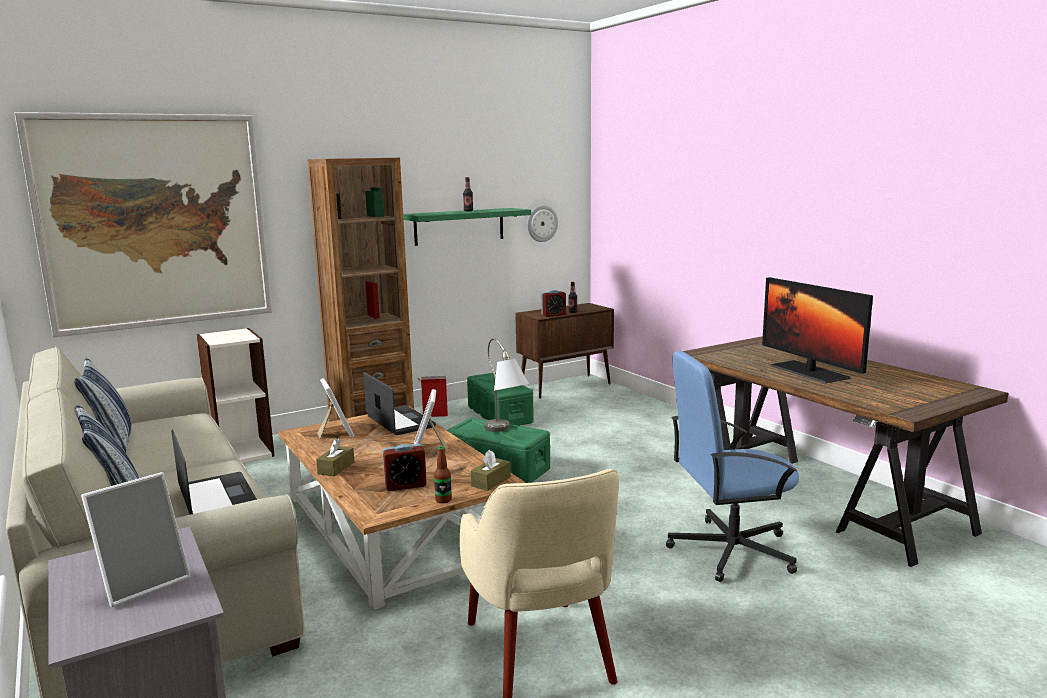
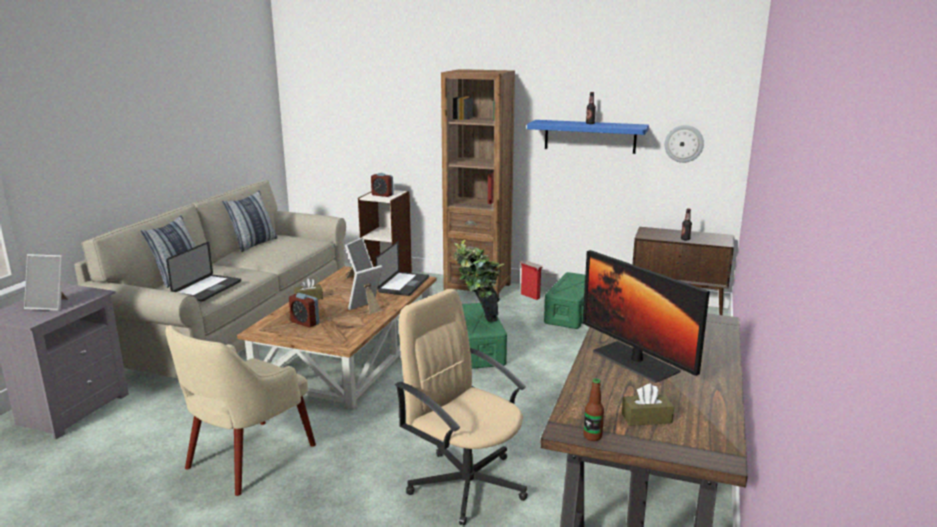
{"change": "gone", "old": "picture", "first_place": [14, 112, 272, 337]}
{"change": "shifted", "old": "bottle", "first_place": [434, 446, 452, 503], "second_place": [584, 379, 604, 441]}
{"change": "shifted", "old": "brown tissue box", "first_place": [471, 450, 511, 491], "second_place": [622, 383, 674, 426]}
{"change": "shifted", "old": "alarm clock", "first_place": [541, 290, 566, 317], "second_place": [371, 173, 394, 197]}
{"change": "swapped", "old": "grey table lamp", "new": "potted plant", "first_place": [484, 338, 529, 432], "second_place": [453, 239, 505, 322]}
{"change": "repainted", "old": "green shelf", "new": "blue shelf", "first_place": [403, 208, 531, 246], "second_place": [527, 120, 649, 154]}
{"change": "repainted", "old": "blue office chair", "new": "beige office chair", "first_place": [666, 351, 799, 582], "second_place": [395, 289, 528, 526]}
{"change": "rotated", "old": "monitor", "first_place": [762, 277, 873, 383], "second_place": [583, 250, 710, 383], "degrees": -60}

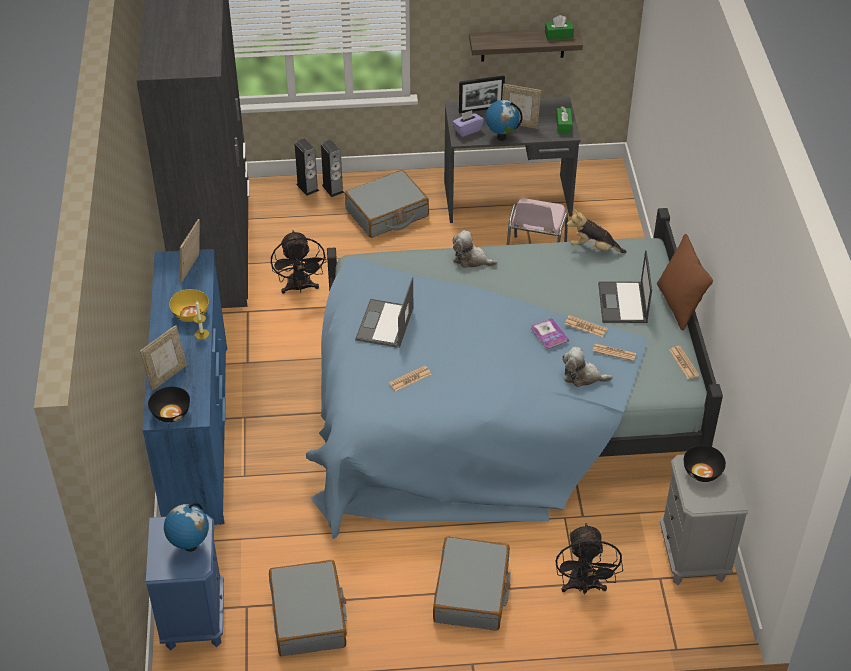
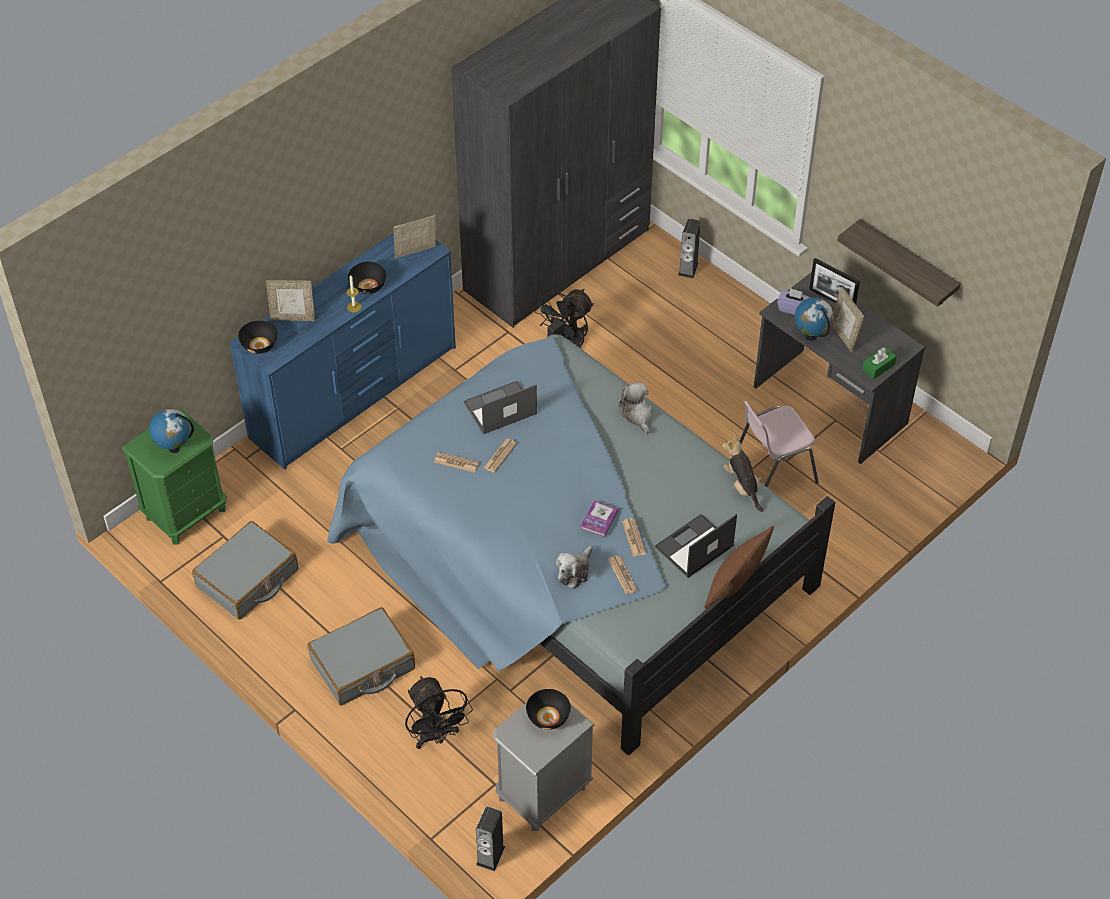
{"change": "gone", "old": "grey suitcase", "first_place": [344, 170, 429, 238]}
{"change": "gone", "old": "green tissue box", "first_place": [545, 15, 574, 40]}
{"change": "shifted", "old": "speaker", "first_place": [321, 140, 344, 197], "second_place": [476, 806, 505, 871]}
{"change": "shifted", "old": "newspaper", "first_place": [669, 346, 699, 379], "second_place": [484, 439, 517, 473]}
{"change": "repainted", "old": "blue nightstand", "new": "green nightstand", "first_place": [146, 514, 224, 650], "second_place": [122, 408, 227, 545]}
{"change": "repainted", "old": "yellow bowl", "new": "black bowl", "first_place": [169, 289, 209, 322], "second_place": [348, 262, 386, 294]}
{"change": "rotated", "old": "black fan", "first_place": [556, 523, 623, 595], "second_place": [405, 676, 473, 749], "degrees": -75}
{"change": "rotated", "old": "plush toy", "first_place": [562, 347, 613, 387], "second_place": [556, 546, 593, 589], "degrees": -120}

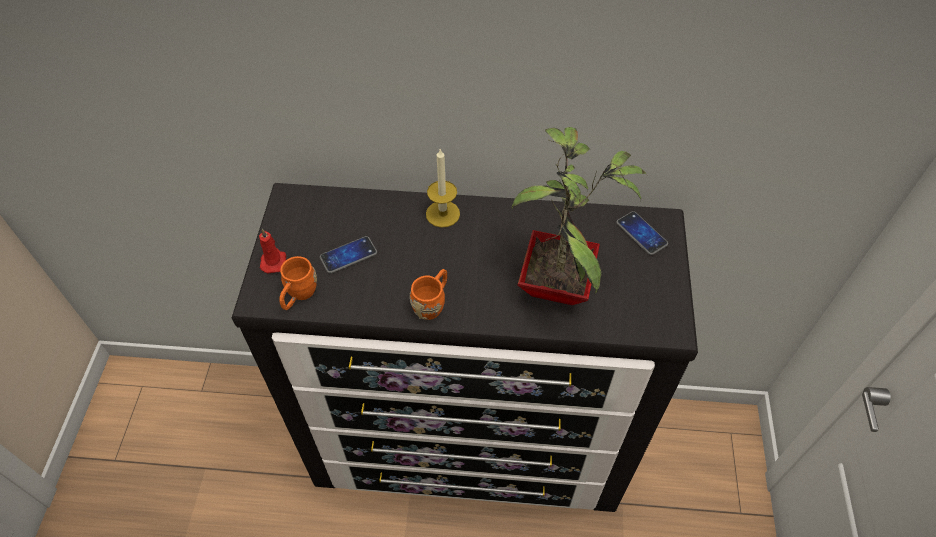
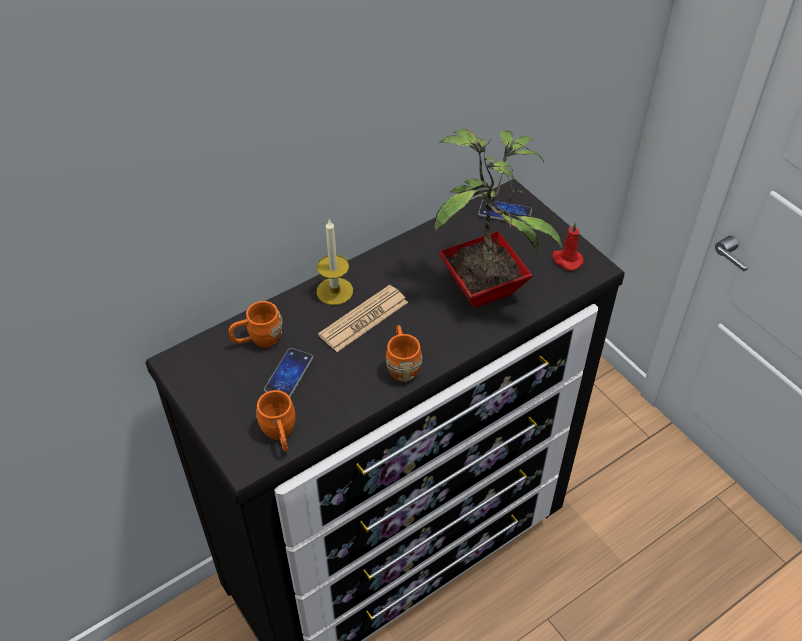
{"change": "new", "new": "orange mug", "second_place": [228, 301, 283, 348]}
{"change": "new", "new": "newspaper", "second_place": [318, 285, 408, 352]}
{"change": "shifted", "old": "red candle", "first_place": [259, 229, 286, 274], "second_place": [552, 222, 583, 270]}

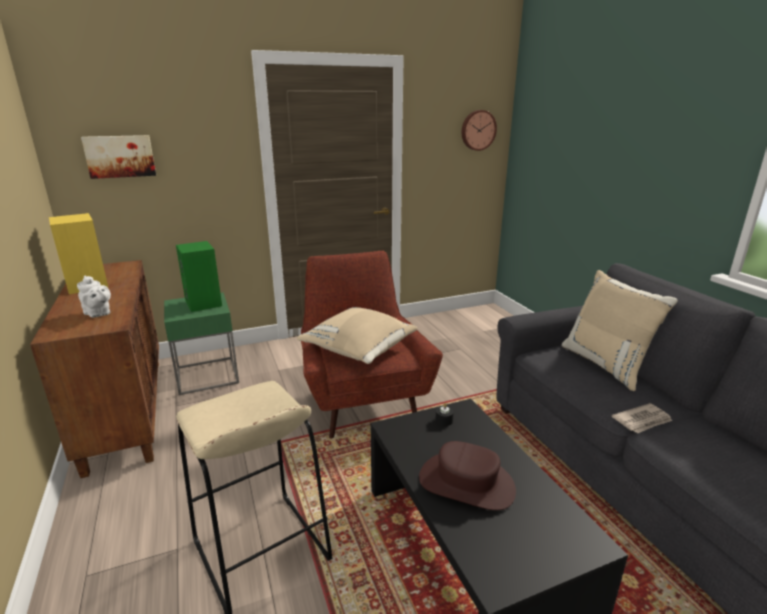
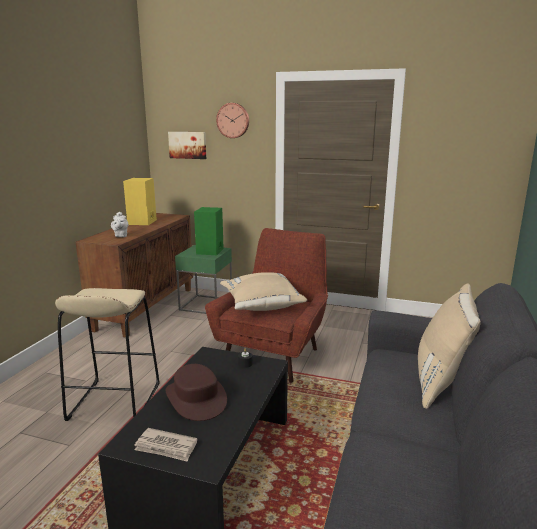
{"change": "shifted", "old": "wall clock", "first_place": [462, 110, 497, 151], "second_place": [216, 103, 249, 138]}
{"change": "shifted", "old": "newspaper", "first_place": [612, 403, 672, 433], "second_place": [134, 428, 198, 462]}

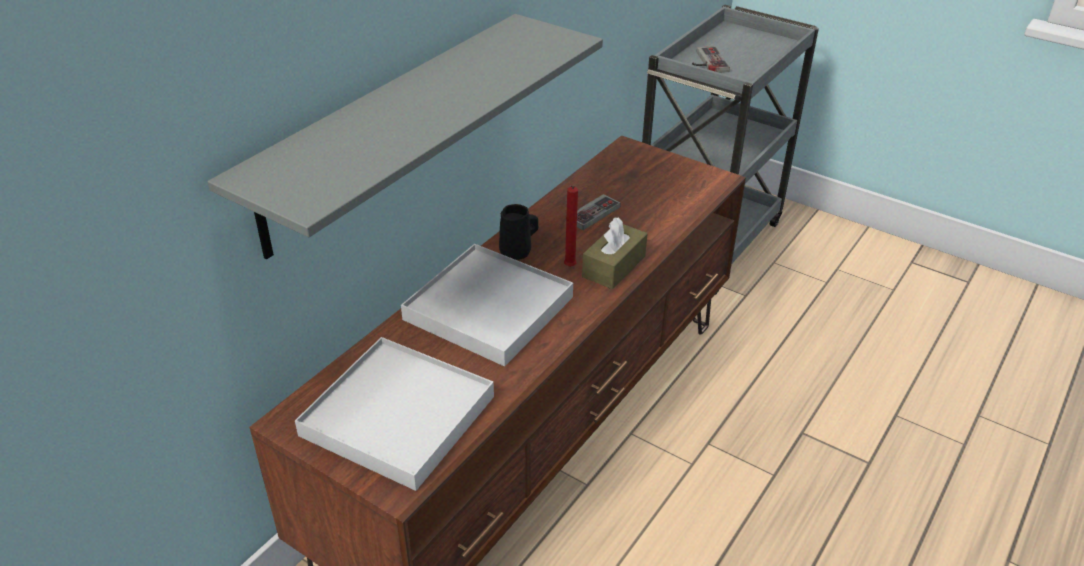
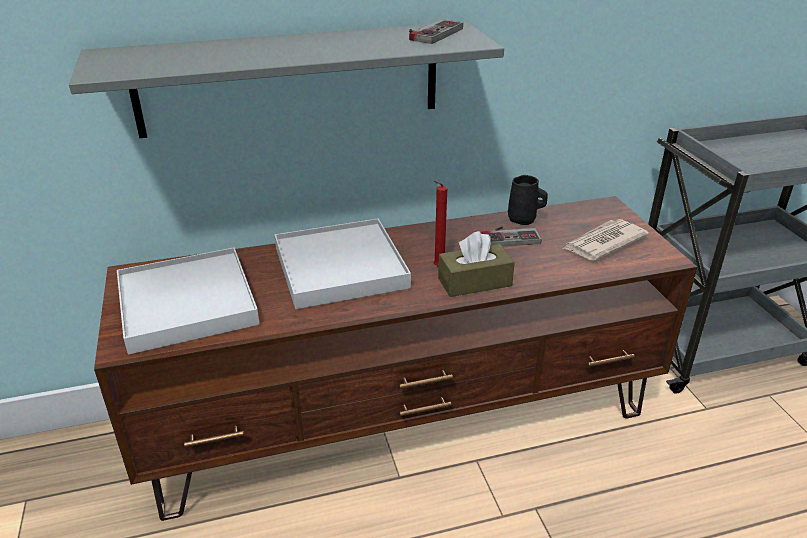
{"change": "new", "new": "newspaper", "second_place": [562, 219, 649, 261]}
{"change": "shifted", "old": "black mug", "first_place": [499, 204, 538, 260], "second_place": [508, 175, 548, 225]}
{"change": "shifted", "old": "game controller", "first_place": [692, 46, 730, 73], "second_place": [409, 19, 463, 44]}

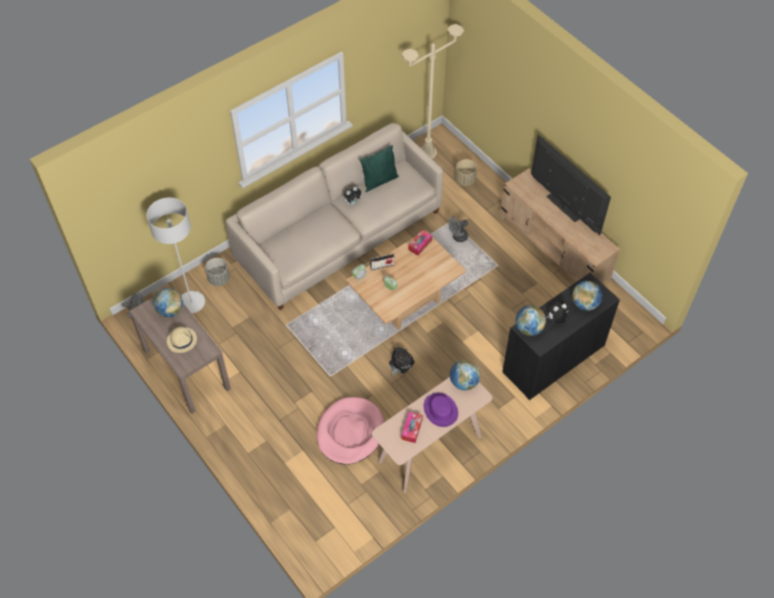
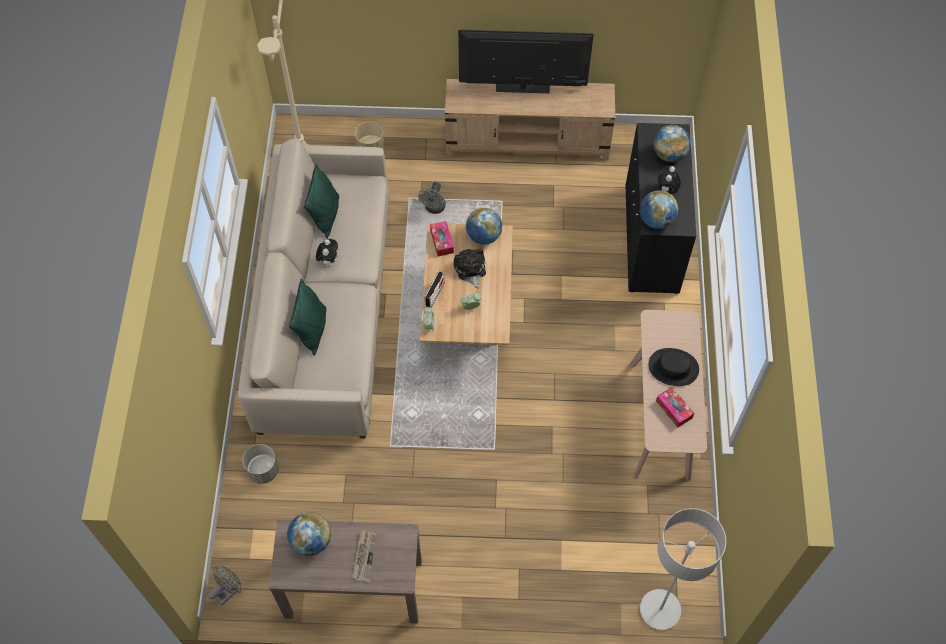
{"change": "gone", "old": "pink dog bed", "first_place": [317, 397, 384, 465]}
{"change": "new", "new": "green pillow", "second_place": [289, 278, 326, 356]}
{"change": "shifted", "old": "grey floor lamp", "first_place": [146, 198, 205, 313], "second_place": [640, 508, 726, 630]}
{"change": "shifted", "old": "plush toy", "first_place": [389, 347, 415, 377], "second_place": [454, 249, 486, 288]}
{"change": "shifted", "old": "globe", "first_place": [450, 359, 481, 390], "second_place": [466, 208, 502, 245]}
{"change": "swapped", "old": "beige hat", "new": "newspaper", "first_place": [167, 327, 197, 353], "second_place": [352, 530, 376, 582]}
{"change": "repainted", "old": "purple hat", "new": "black hat", "first_place": [424, 393, 458, 427], "second_place": [648, 348, 699, 386]}

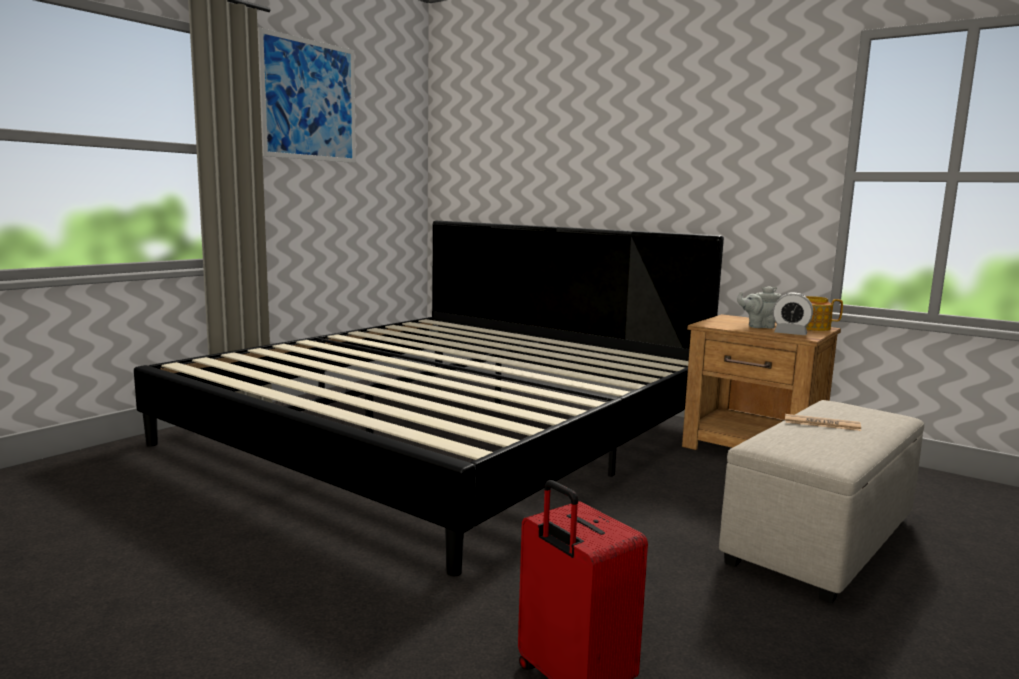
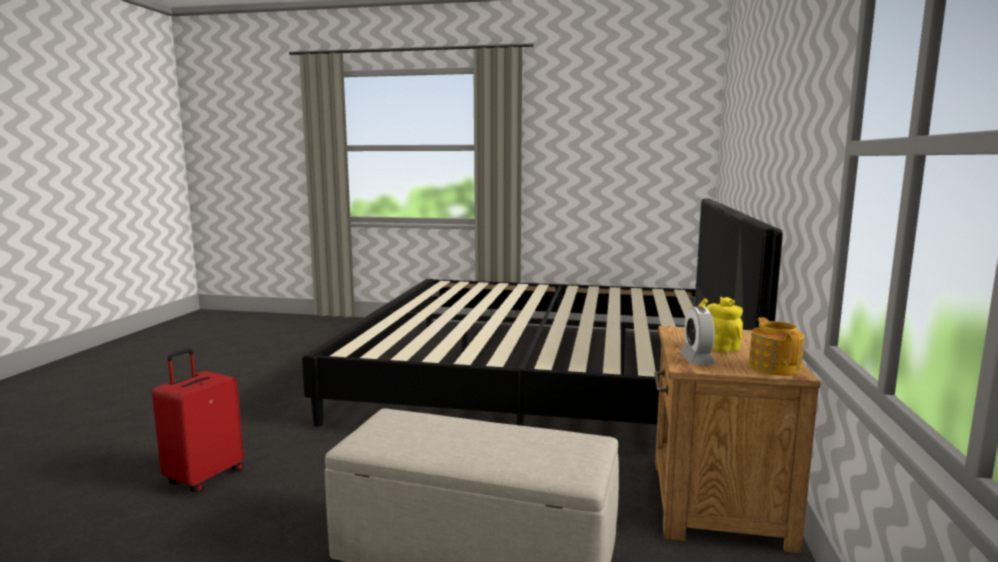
{"change": "gone", "old": "picture", "first_place": [257, 28, 356, 163]}
{"change": "gone", "old": "newspaper", "first_place": [785, 414, 861, 431]}
{"change": "repainted", "old": "grey teapot", "new": "yellow teapot", "first_place": [737, 286, 781, 329], "second_place": [698, 297, 743, 352]}

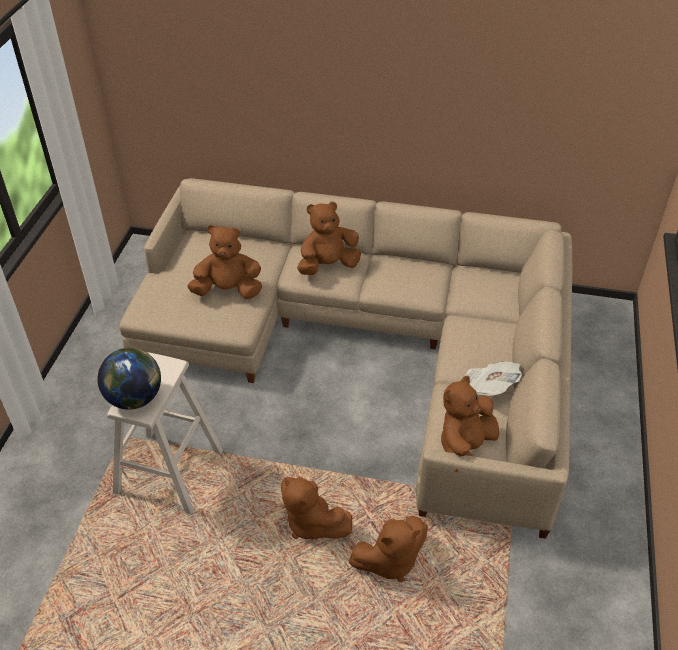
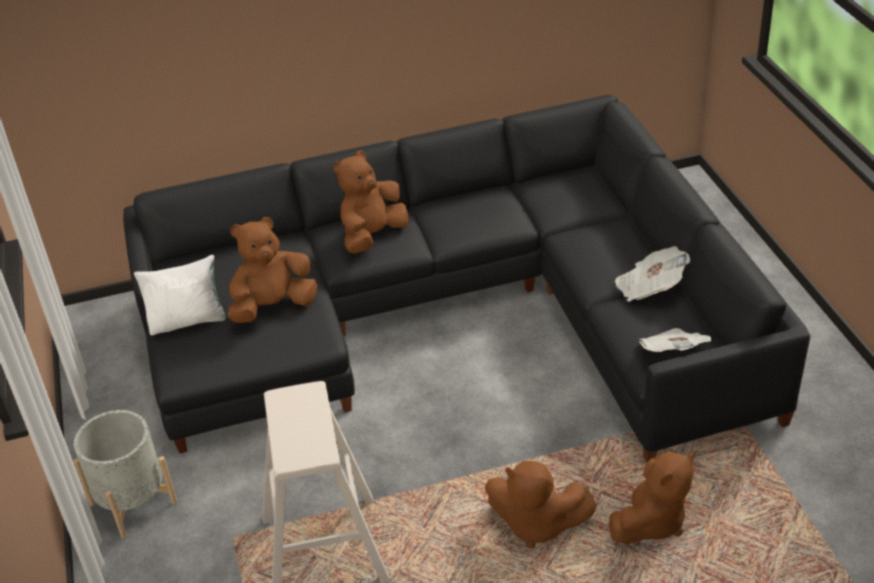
{"change": "gone", "old": "globe", "first_place": [97, 348, 161, 410]}
{"change": "new", "new": "grey planter", "second_place": [73, 410, 178, 539]}
{"change": "new", "new": "white pillow", "second_place": [134, 255, 227, 335]}
{"change": "swapped", "old": "brown plush toy", "new": "newspaper", "first_place": [441, 376, 499, 472], "second_place": [639, 328, 711, 352]}
{"change": "repainted", "old": "beige sofa", "new": "black sofa", "first_place": [119, 178, 572, 539], "second_place": [123, 95, 810, 462]}

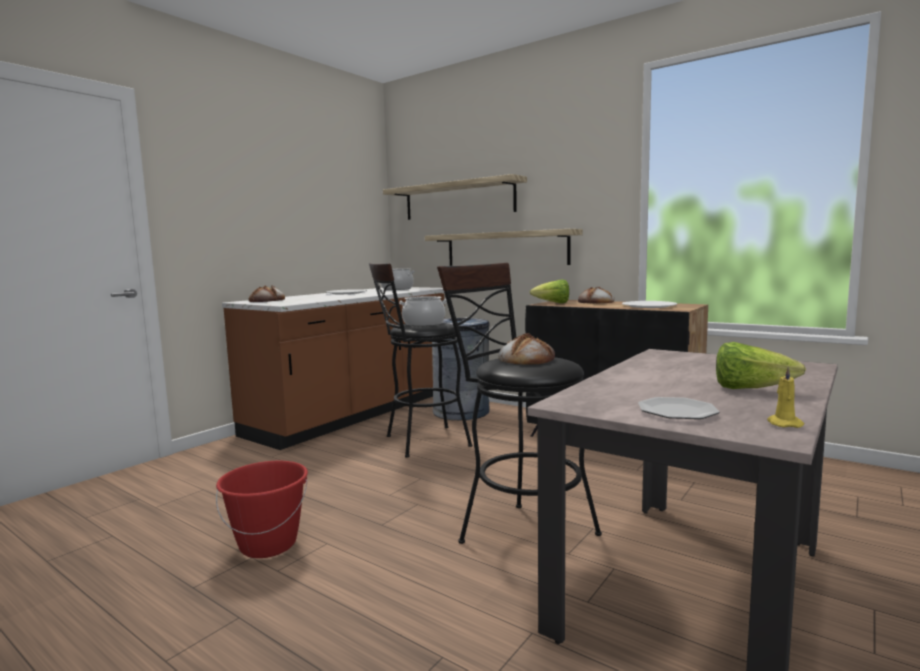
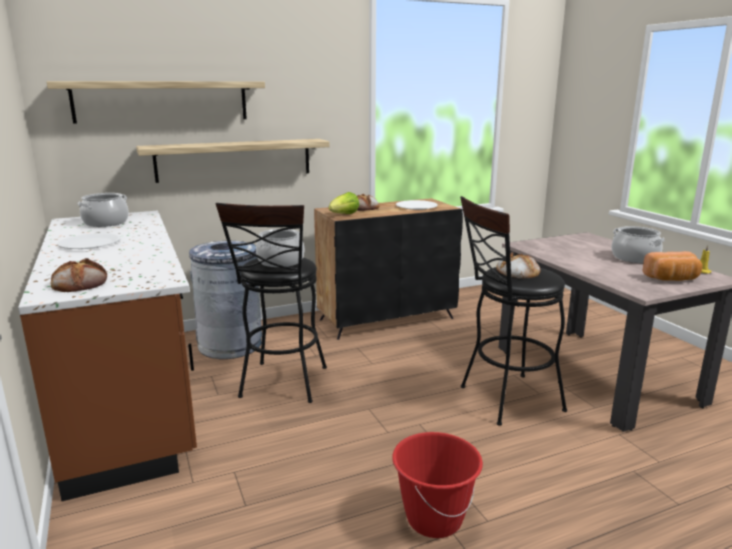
{"change": "swapped", "old": "plate", "new": "bread", "first_place": [638, 397, 719, 419], "second_place": [642, 251, 702, 281]}
{"change": "swapped", "old": "lettuce", "new": "cooking pot", "first_place": [716, 342, 806, 389], "second_place": [611, 226, 665, 263]}

